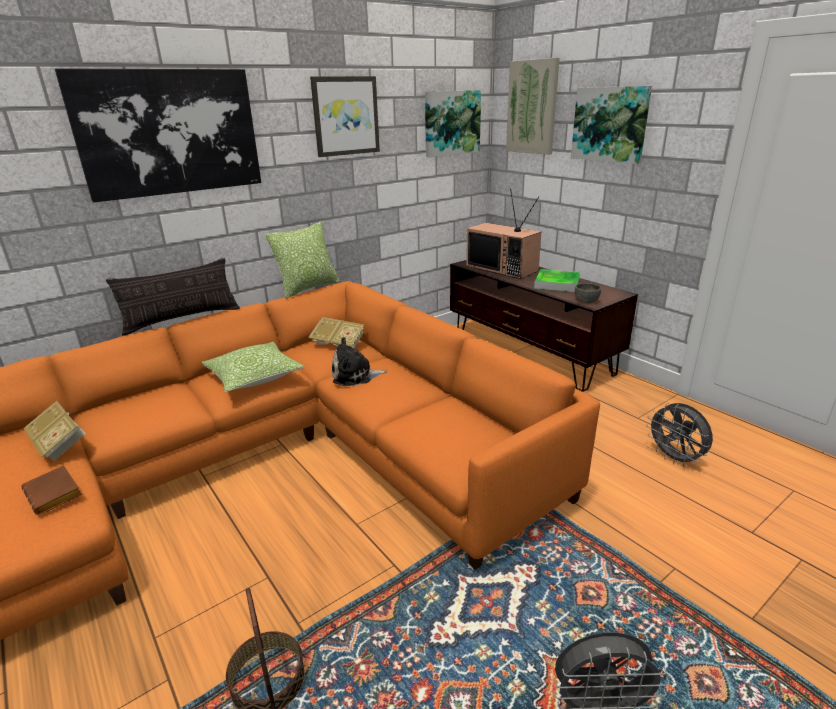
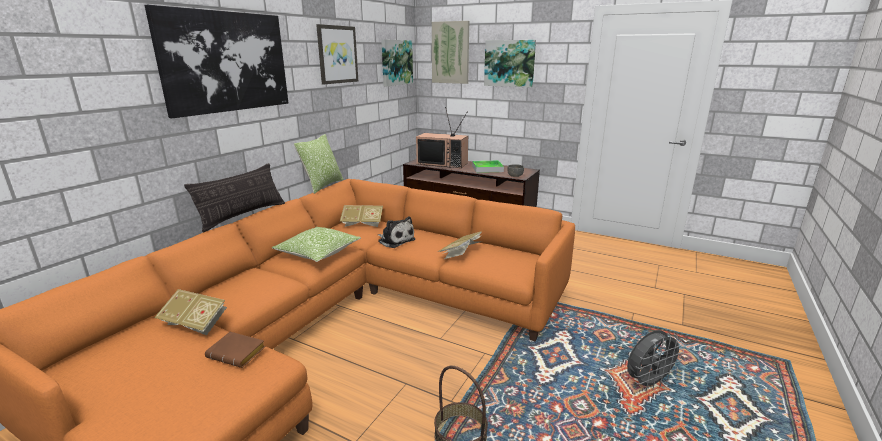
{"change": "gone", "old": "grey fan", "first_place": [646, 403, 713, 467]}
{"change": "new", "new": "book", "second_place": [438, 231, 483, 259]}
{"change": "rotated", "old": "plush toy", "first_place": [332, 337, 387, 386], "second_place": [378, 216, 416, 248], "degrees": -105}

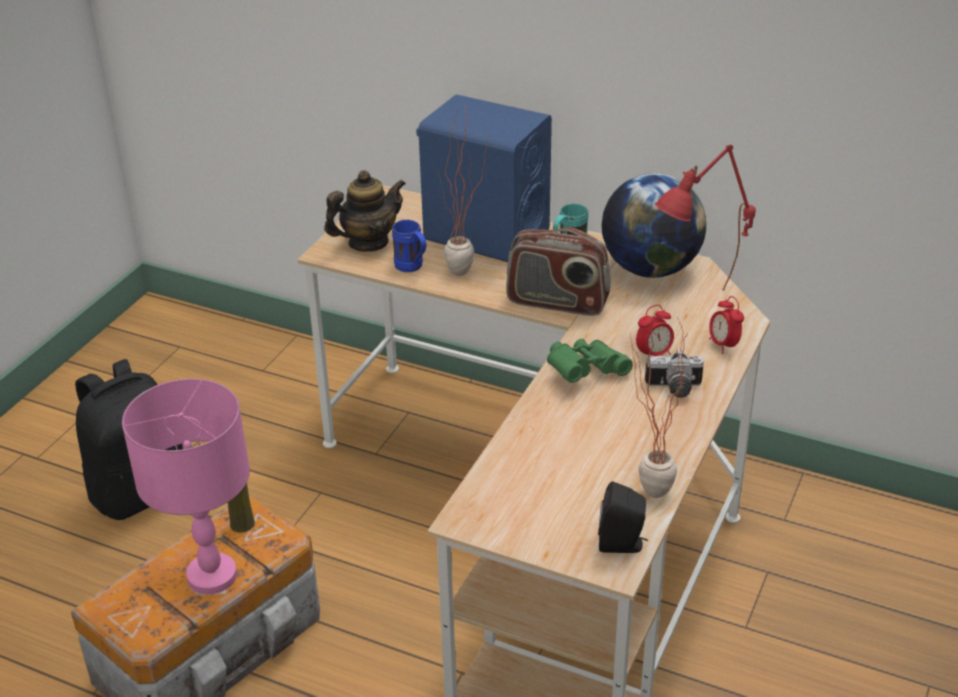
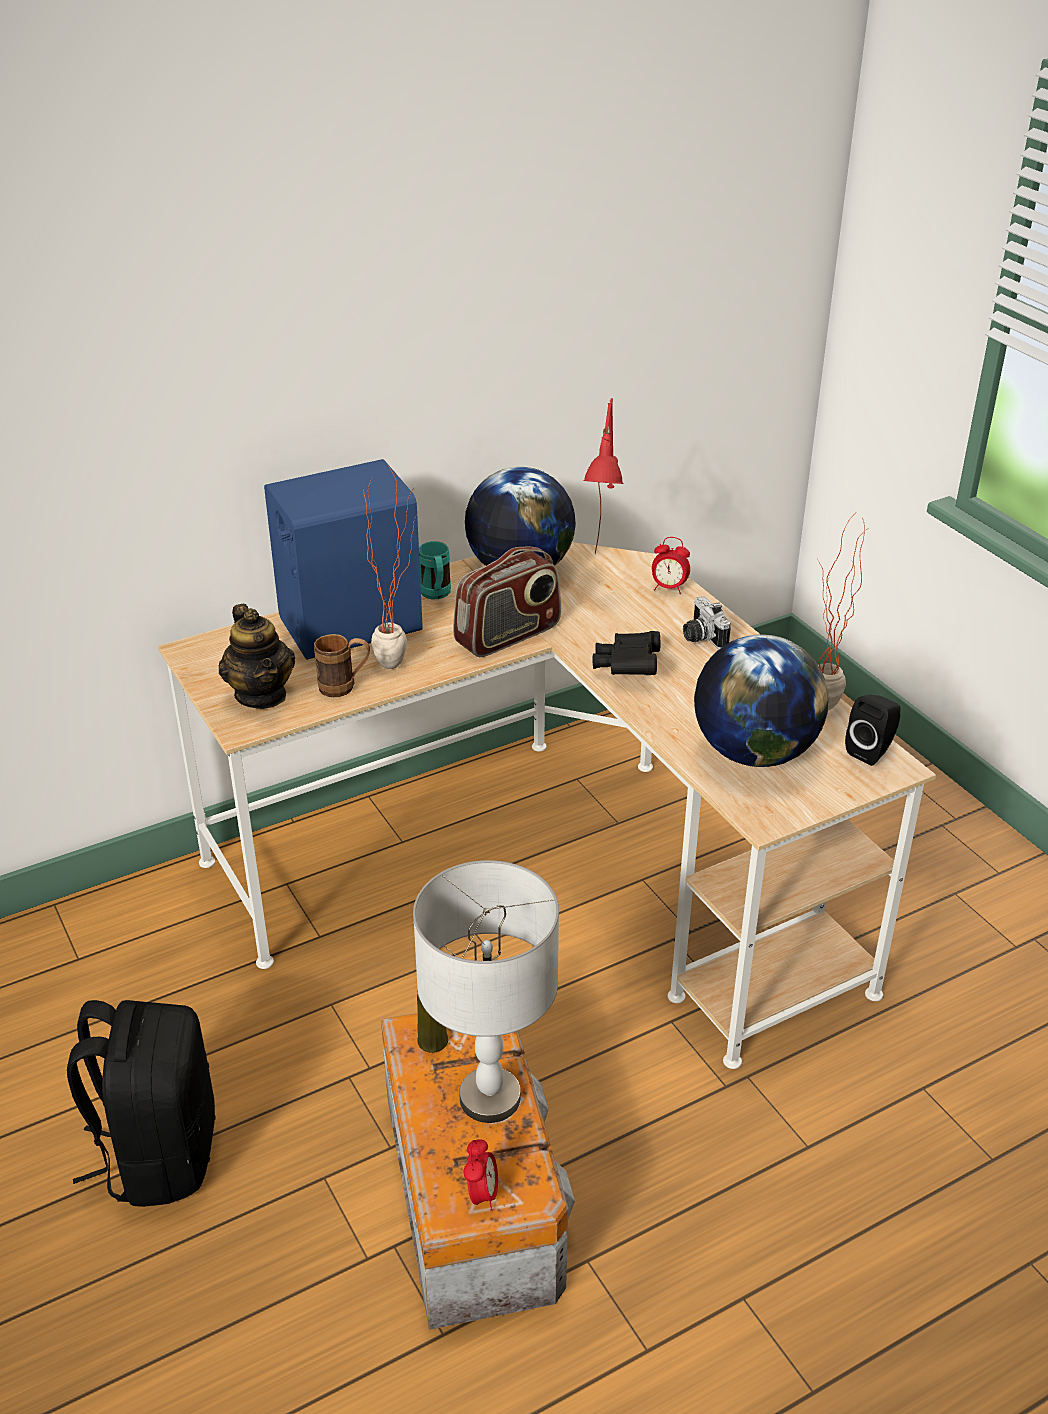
{"change": "new", "new": "globe", "second_place": [694, 634, 828, 767]}
{"change": "shifted", "old": "alarm clock", "first_place": [636, 305, 674, 357], "second_place": [464, 1139, 498, 1211]}
{"change": "repainted", "old": "pink table lamp", "new": "grey table lamp", "first_place": [122, 379, 250, 594], "second_place": [413, 860, 559, 1123]}
{"change": "repainted", "old": "blue mug", "new": "brown mug", "first_place": [392, 220, 426, 272], "second_place": [314, 634, 370, 697]}
{"change": "repainted", "old": "green binoculars", "new": "black binoculars", "first_place": [547, 339, 633, 383], "second_place": [593, 631, 660, 675]}
{"change": "rotated", "old": "teapot", "first_place": [324, 170, 406, 252], "second_place": [219, 604, 295, 709], "degrees": 150}
{"change": "rotated", "old": "photo camera", "first_place": [645, 349, 704, 398], "second_place": [683, 596, 731, 649], "degrees": 120}

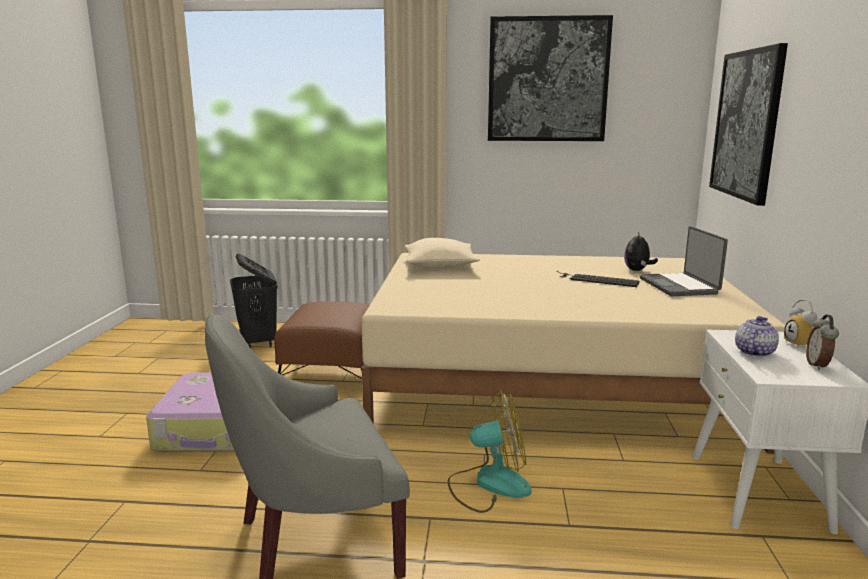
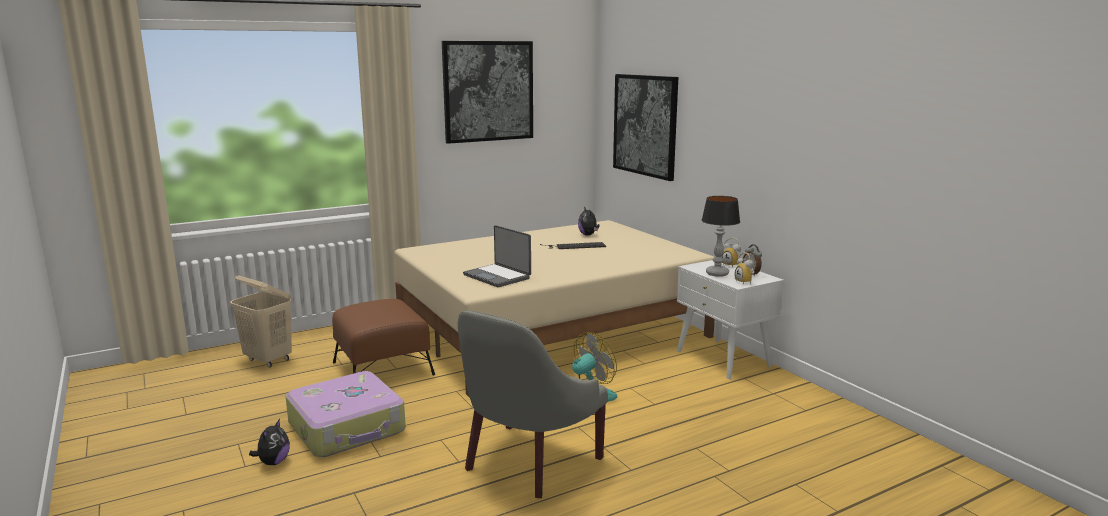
{"change": "gone", "old": "beige pillow", "first_place": [405, 238, 480, 269]}
{"change": "new", "new": "plush toy", "second_place": [249, 419, 290, 465]}
{"change": "new", "new": "alarm clock", "second_place": [735, 252, 754, 285]}
{"change": "shifted", "old": "laptop", "first_place": [639, 226, 728, 296], "second_place": [463, 225, 531, 287]}
{"change": "swapped", "old": "teapot", "new": "table lamp", "first_place": [735, 316, 779, 357], "second_place": [702, 196, 740, 277]}
{"change": "repainted", "old": "black laundry basket", "new": "beige laundry basket", "first_place": [230, 254, 277, 348], "second_place": [230, 275, 292, 368]}

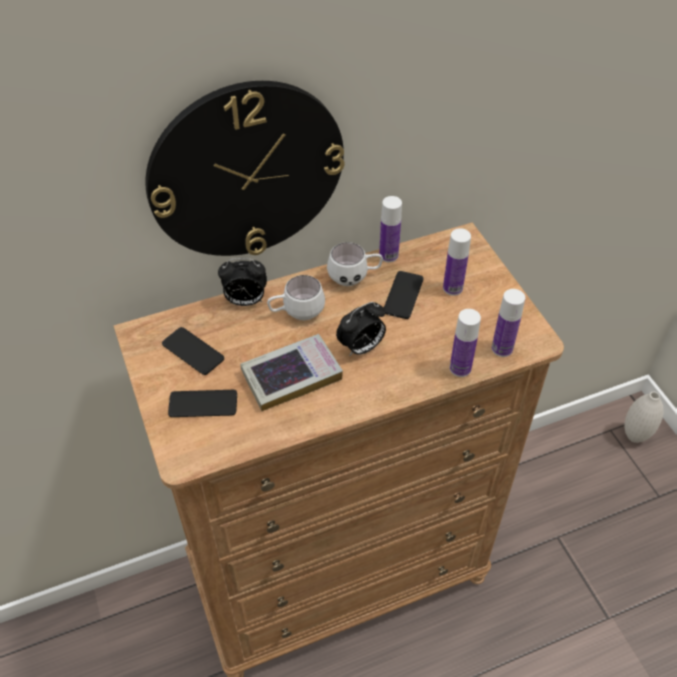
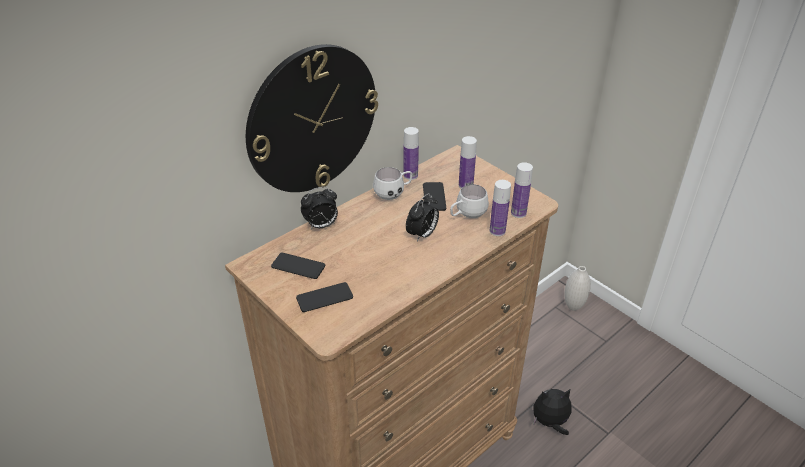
{"change": "gone", "old": "book", "first_place": [240, 334, 343, 411]}
{"change": "new", "new": "plush toy", "second_place": [533, 389, 571, 435]}
{"change": "shifted", "old": "white mug", "first_place": [267, 275, 325, 320], "second_place": [450, 184, 489, 218]}

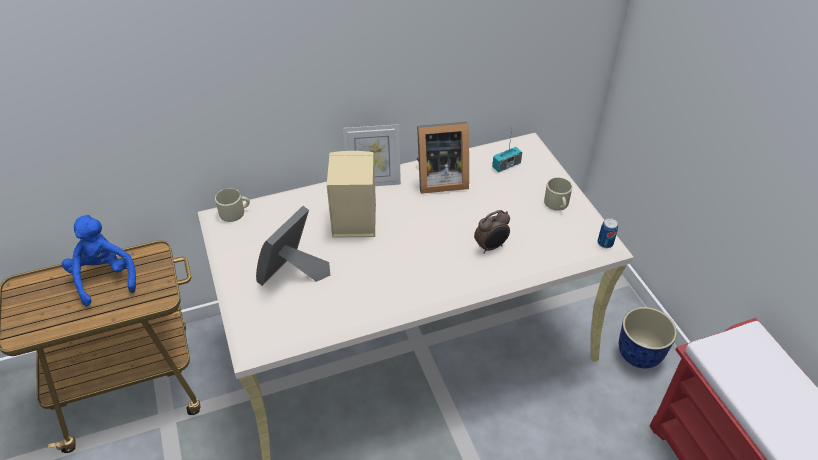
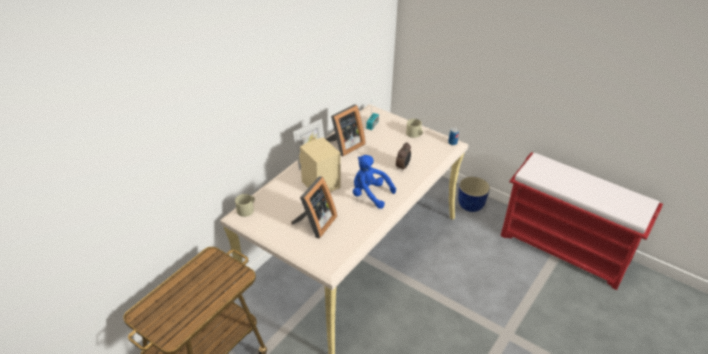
{"change": "shifted", "old": "blue plush toy", "first_place": [62, 215, 136, 306], "second_place": [353, 155, 396, 209]}
{"change": "rotated", "old": "picture frame", "first_place": [256, 206, 331, 286], "second_place": [291, 176, 337, 238], "degrees": -150}

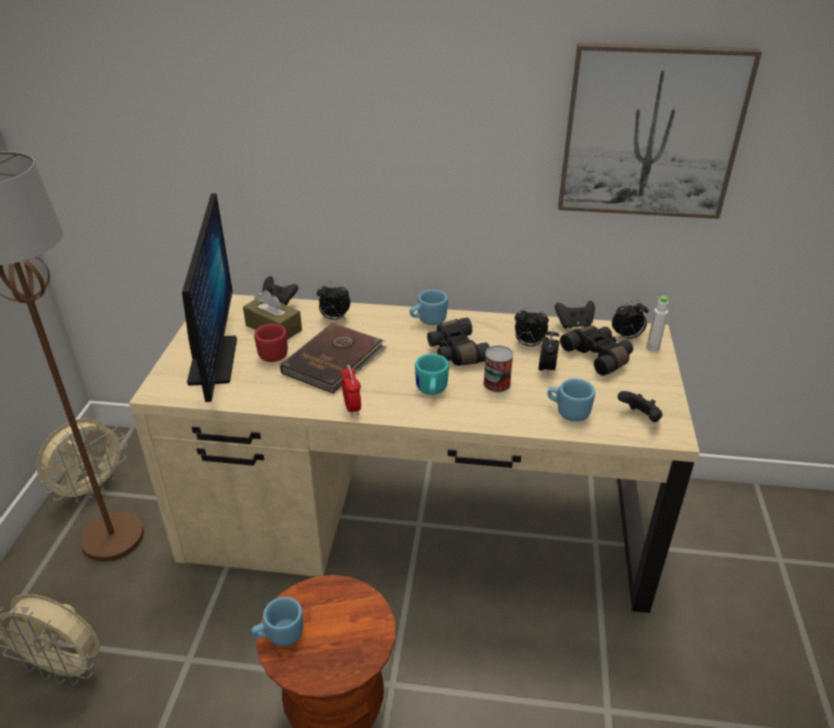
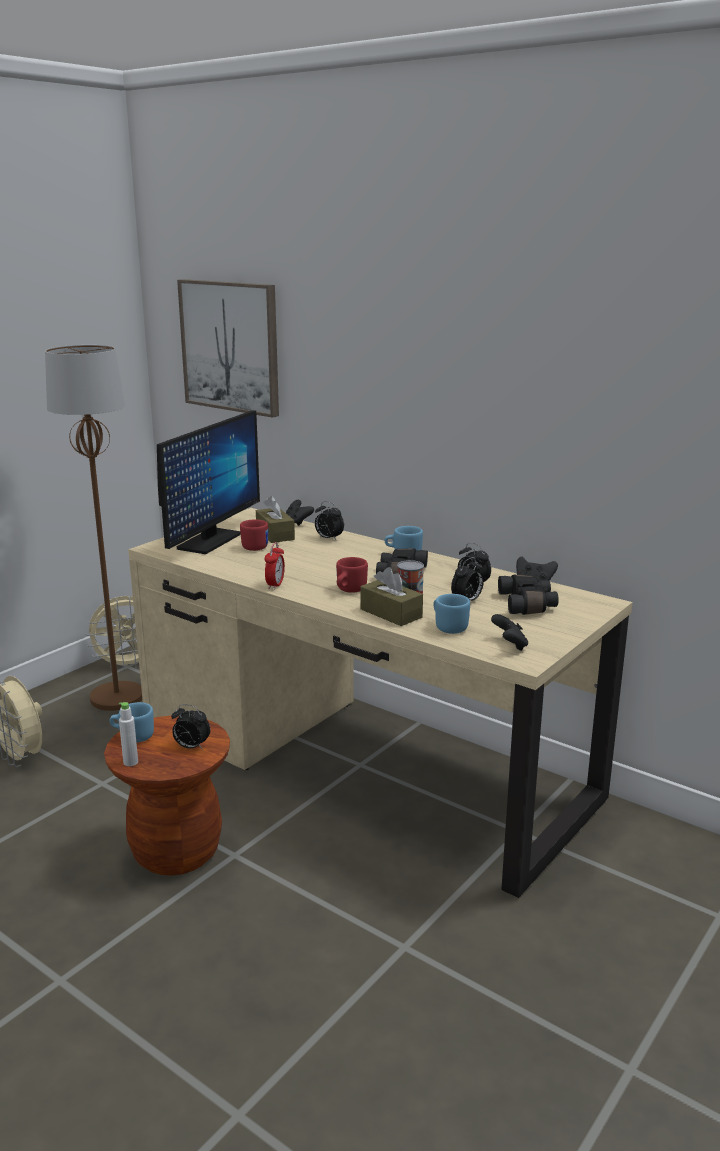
{"change": "gone", "old": "brown book", "first_place": [280, 323, 387, 393]}
{"change": "new", "new": "brown tissue box", "second_place": [360, 567, 423, 626]}
{"change": "shifted", "old": "picture", "first_place": [558, 43, 762, 219], "second_place": [177, 279, 279, 418]}
{"change": "shifted", "old": "alarm clock", "first_place": [612, 300, 649, 339], "second_place": [171, 704, 210, 750]}
{"change": "shifted", "old": "white bottle", "first_place": [646, 296, 668, 352], "second_place": [119, 702, 138, 766]}
{"change": "repainted", "old": "turquoise mug", "new": "red mug", "first_place": [415, 354, 449, 395], "second_place": [336, 557, 368, 593]}

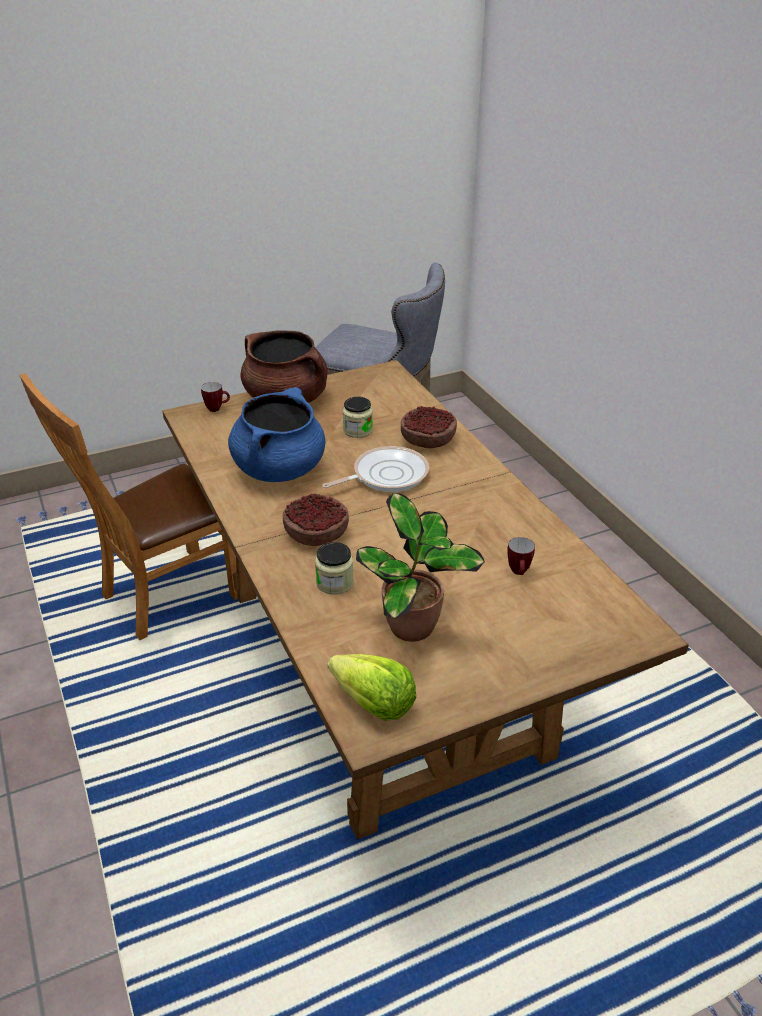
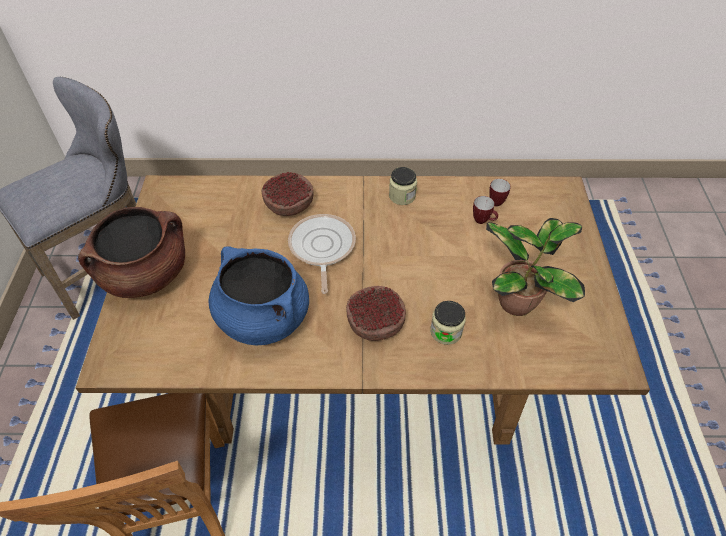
{"change": "gone", "old": "lettuce", "first_place": [328, 654, 416, 721]}
{"change": "shifted", "old": "mug", "first_place": [201, 382, 230, 412], "second_place": [489, 179, 511, 206]}
{"change": "shifted", "old": "jar", "first_place": [343, 397, 373, 438], "second_place": [389, 167, 417, 205]}

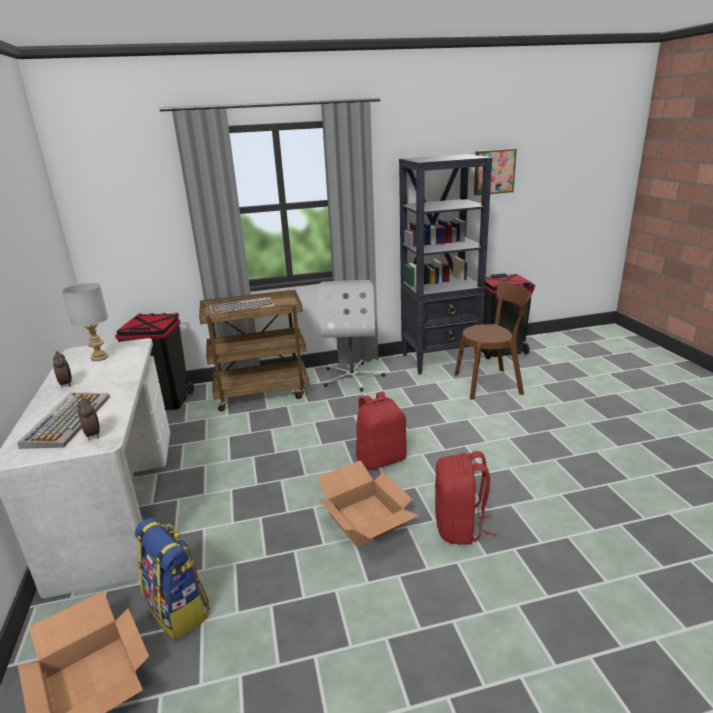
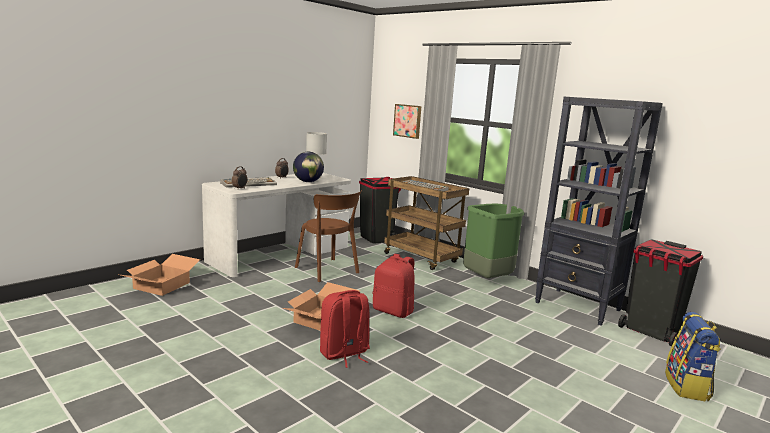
{"change": "new", "new": "globe", "second_place": [293, 152, 324, 182]}
{"change": "shifted", "old": "backpack", "first_place": [135, 518, 210, 640], "second_place": [665, 312, 721, 401]}
{"change": "shifted", "old": "brown chair", "first_place": [455, 282, 532, 400], "second_place": [295, 190, 362, 282]}
{"change": "shifted", "old": "picture", "first_place": [474, 149, 517, 195], "second_place": [393, 104, 421, 139]}
{"change": "swapped", "old": "white office chair", "new": "green trash can", "first_place": [318, 280, 385, 391], "second_place": [463, 204, 524, 278]}

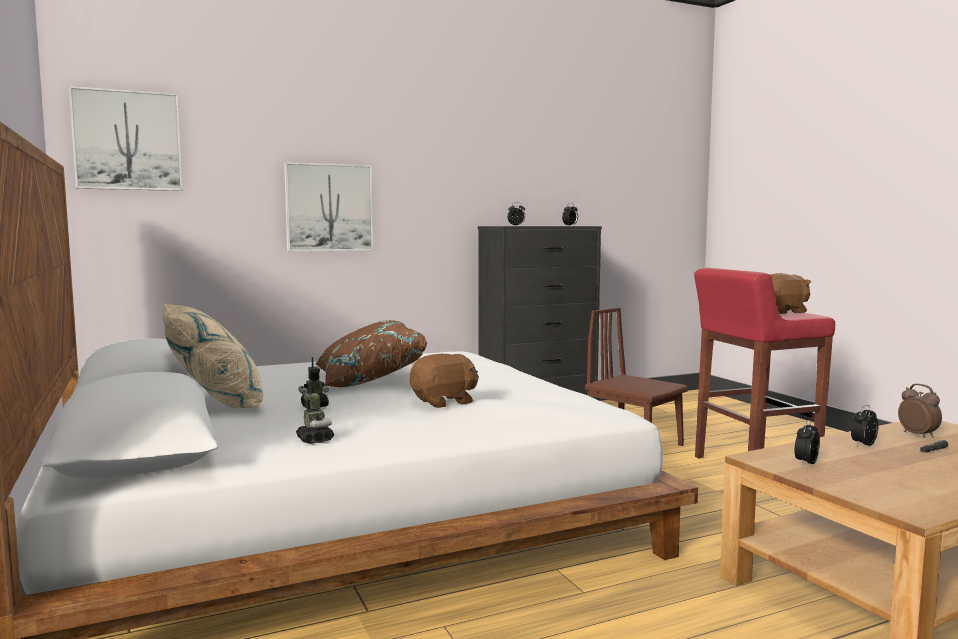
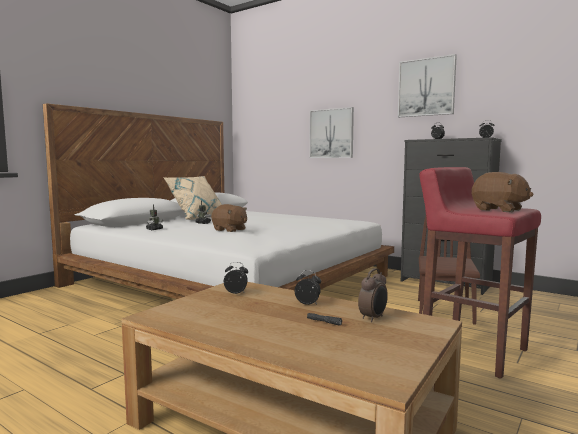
{"change": "gone", "old": "brown pillow", "first_place": [316, 320, 427, 387]}
{"change": "shifted", "old": "picture", "first_place": [69, 86, 183, 191], "second_place": [398, 54, 457, 117]}

